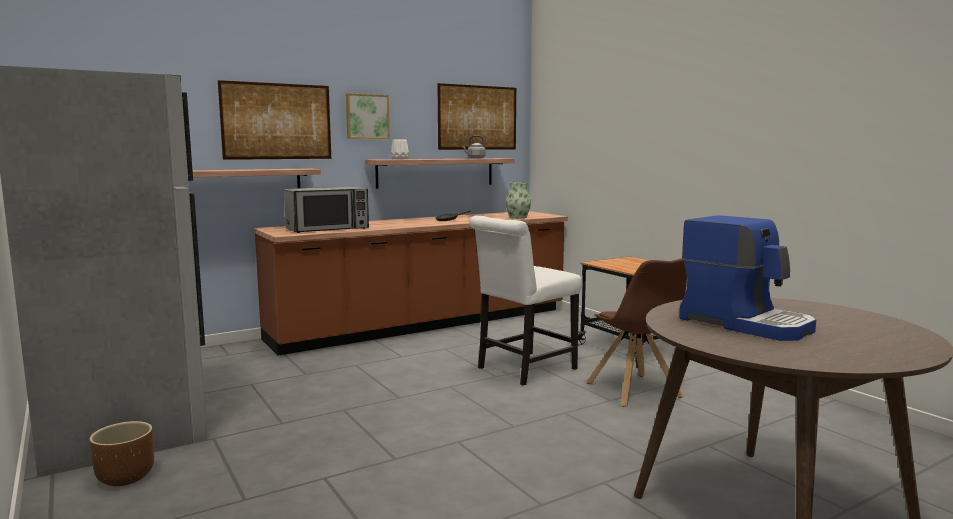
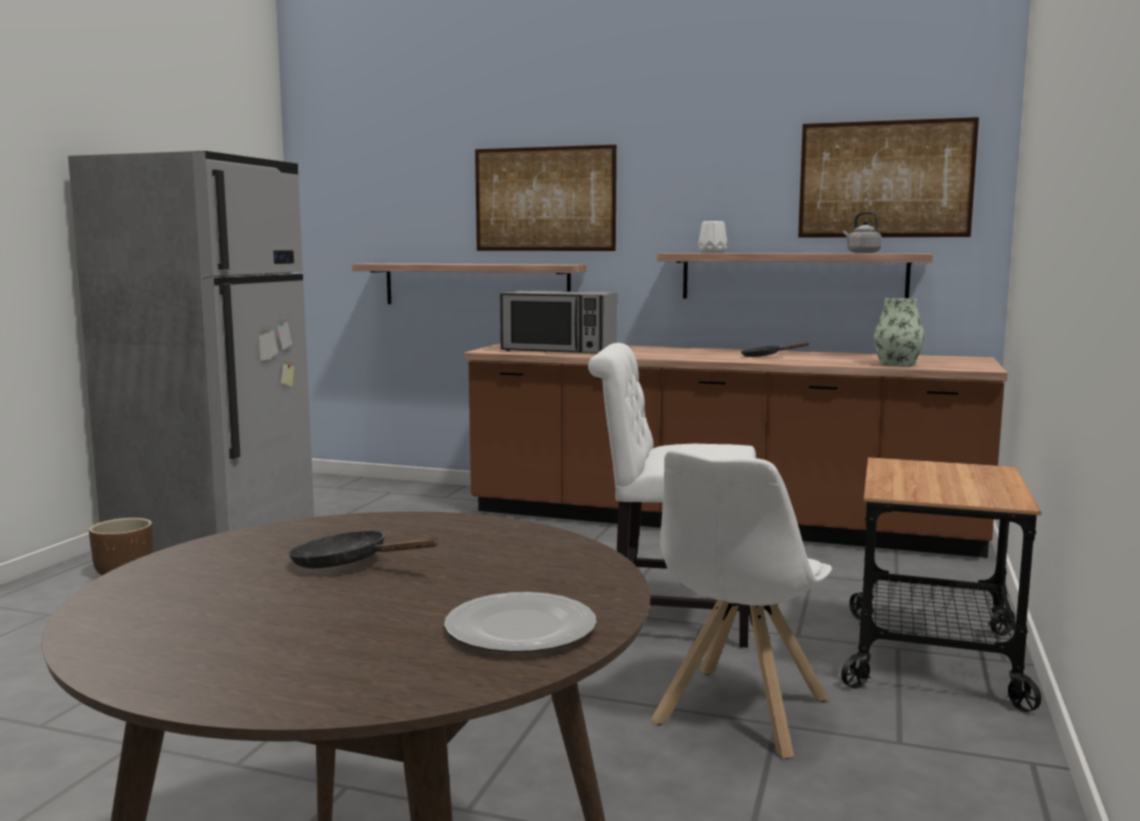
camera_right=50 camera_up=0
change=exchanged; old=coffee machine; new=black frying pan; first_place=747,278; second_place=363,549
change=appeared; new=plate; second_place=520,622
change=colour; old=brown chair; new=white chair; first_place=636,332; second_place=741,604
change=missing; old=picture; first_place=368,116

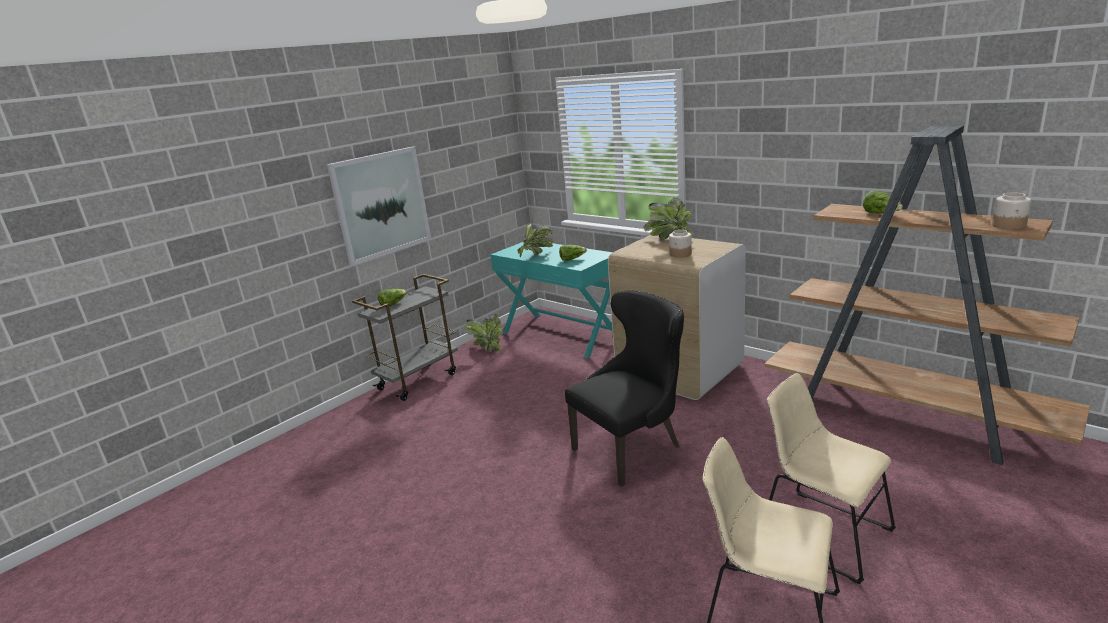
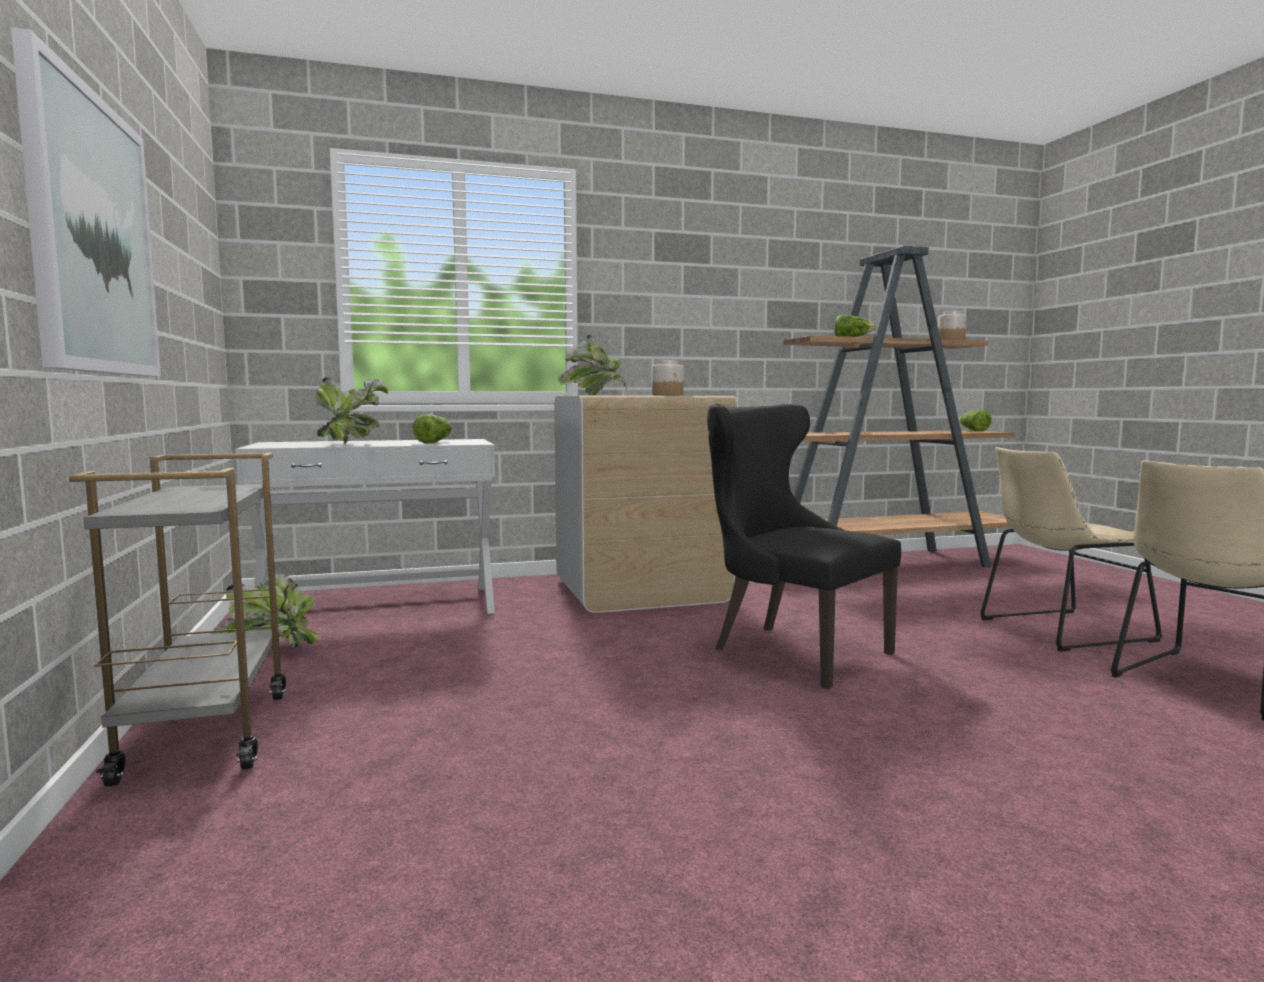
camera_right=-60 camera_up=-15
change=colour; old=turquoise console table; new=white console table; first_place=551,300; second_place=365,528
change=spun; old=black chair; first_place=624,389; second_place=804,546; degrees=-45
change=relocated; old=lettuce; first_place=392,298; second_place=975,420

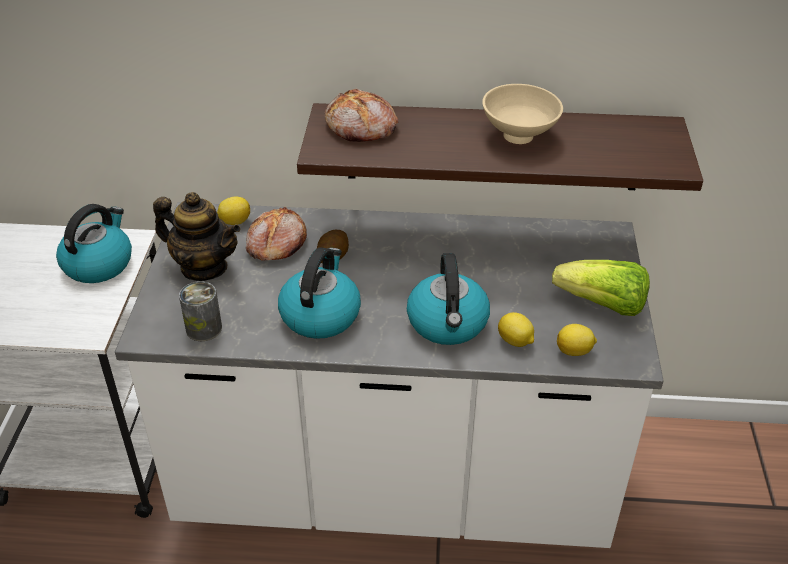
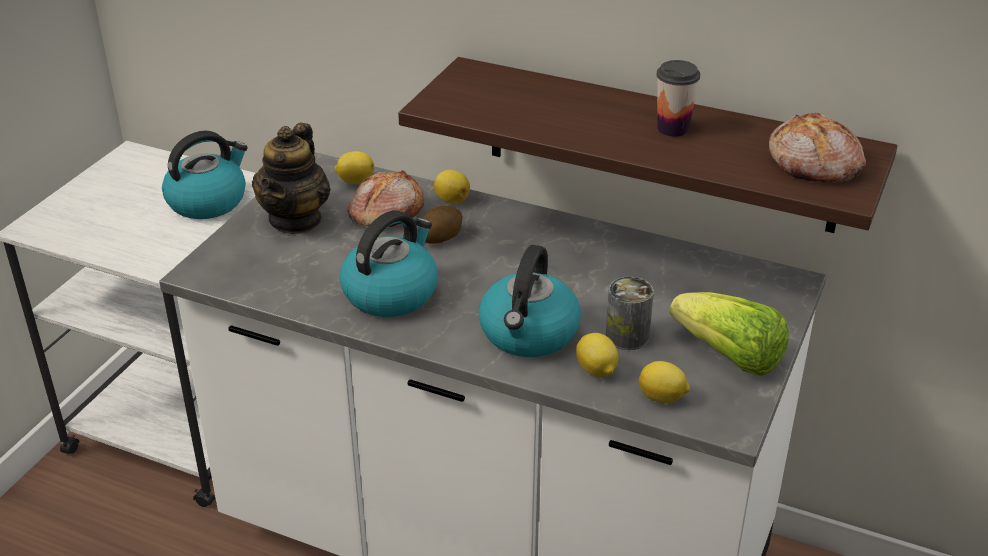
camera_right=20 camera_up=-5
change=spun; old=teapot; first_place=196,236; second_place=291,178; degrees=60
change=appeared; new=lemon; second_place=452,187
change=relocated; old=can; first_place=200,311; second_place=630,313
change=exchanged; old=beige bowl; new=cup; first_place=522,114; second_place=678,98
change=relocated; old=bread; first_place=361,115; second_place=817,147

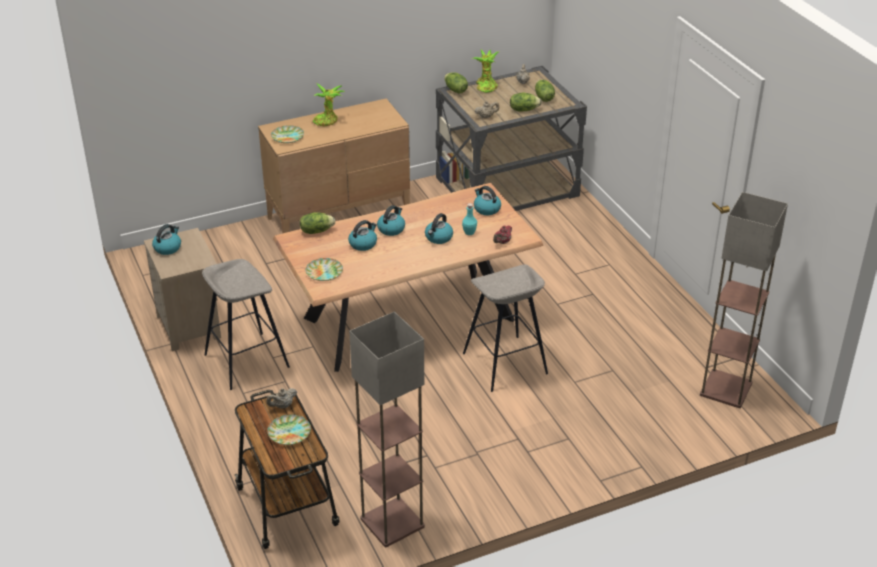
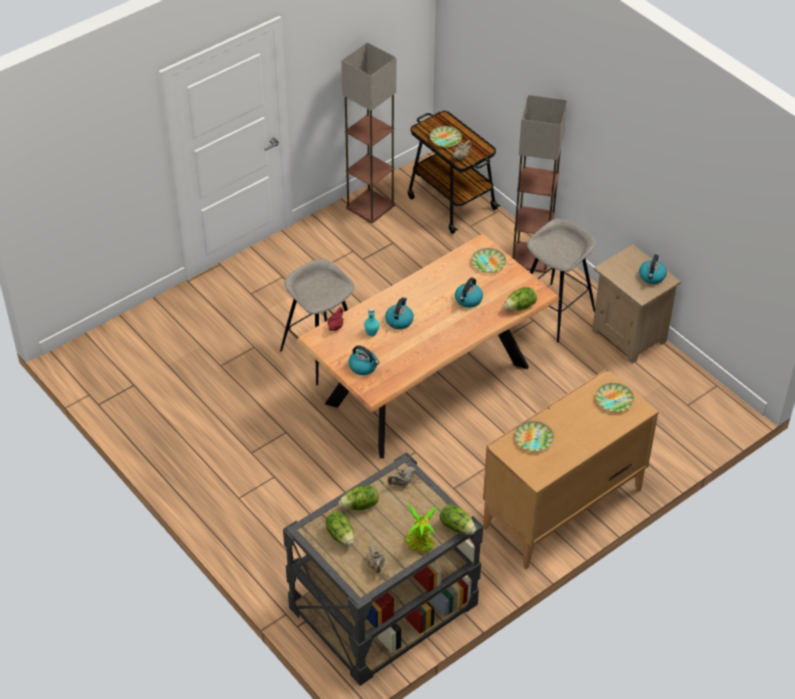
camera_right=165 camera_up=10
change=relocated; old=floor lamp; first_place=744,300; second_place=540,184
change=appeared; new=plate; second_place=534,436
change=missing; old=potted plant; first_place=329,104
change=missing; old=kettle; first_place=391,220

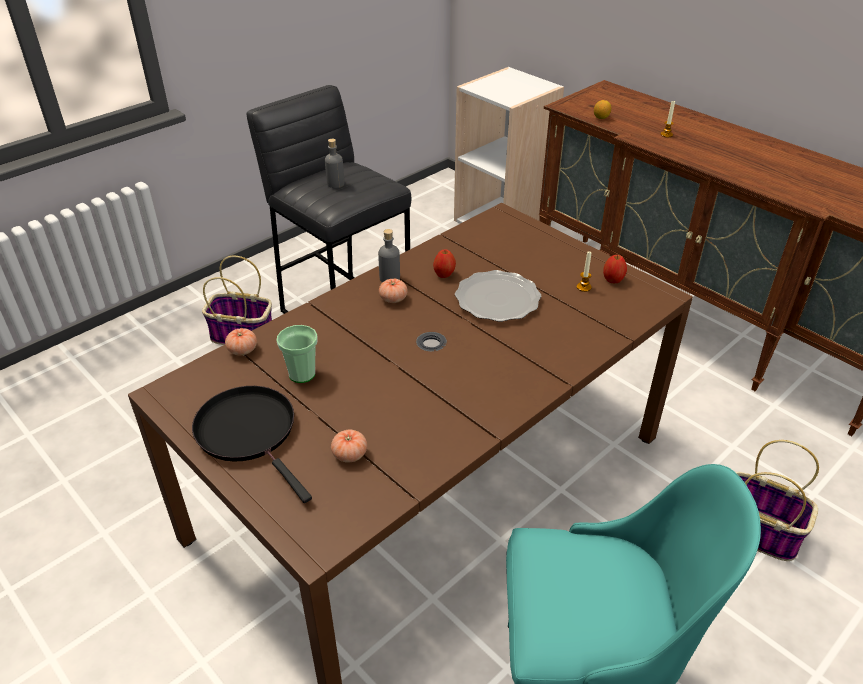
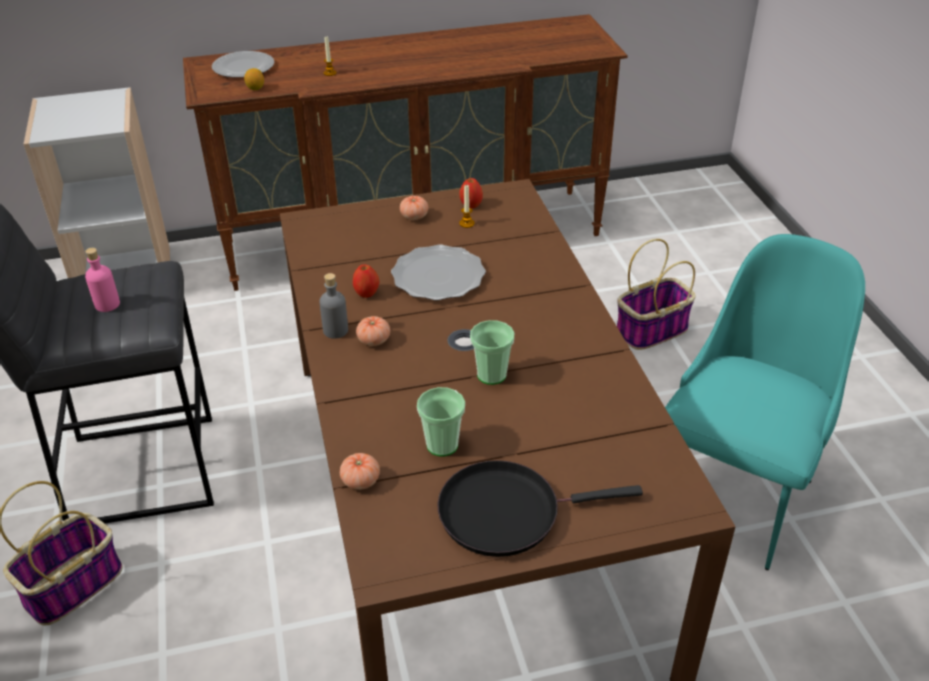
camera_right=-60 camera_up=0
change=colour; old=grey bottle; new=pink bottle; first_place=335,163; second_place=102,280
change=appeared; new=plate; second_place=243,64
change=relocated; old=tomato; first_place=349,446; second_place=414,208
change=appeared; new=cup; second_place=492,352

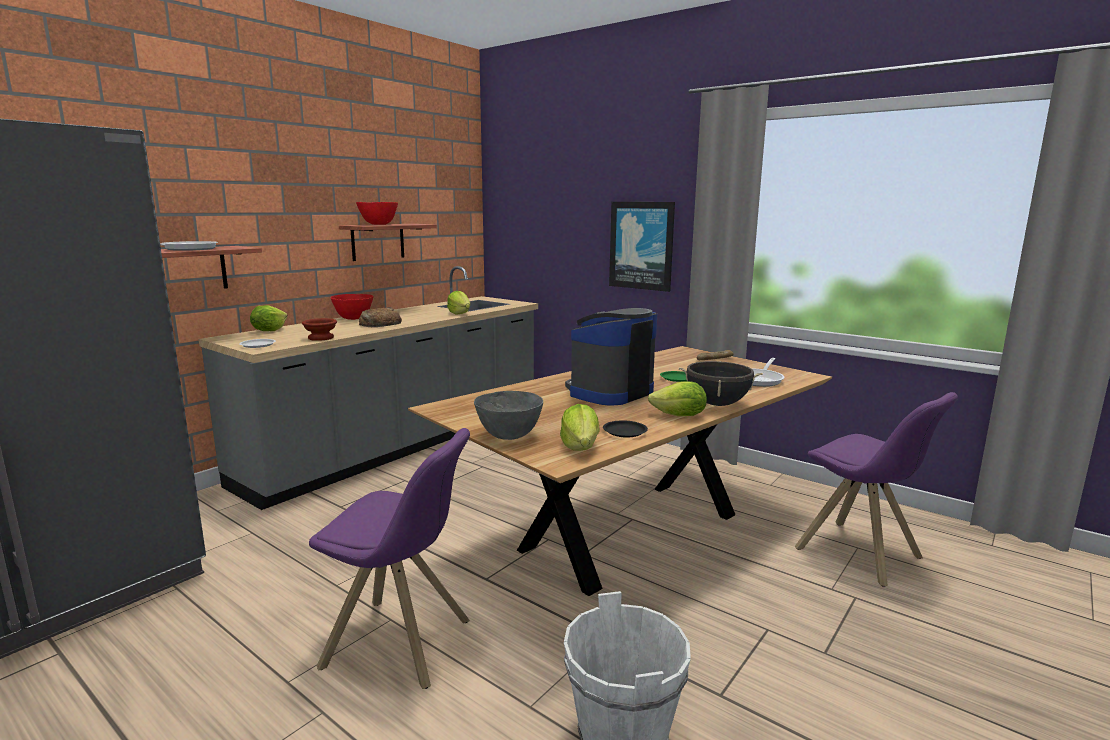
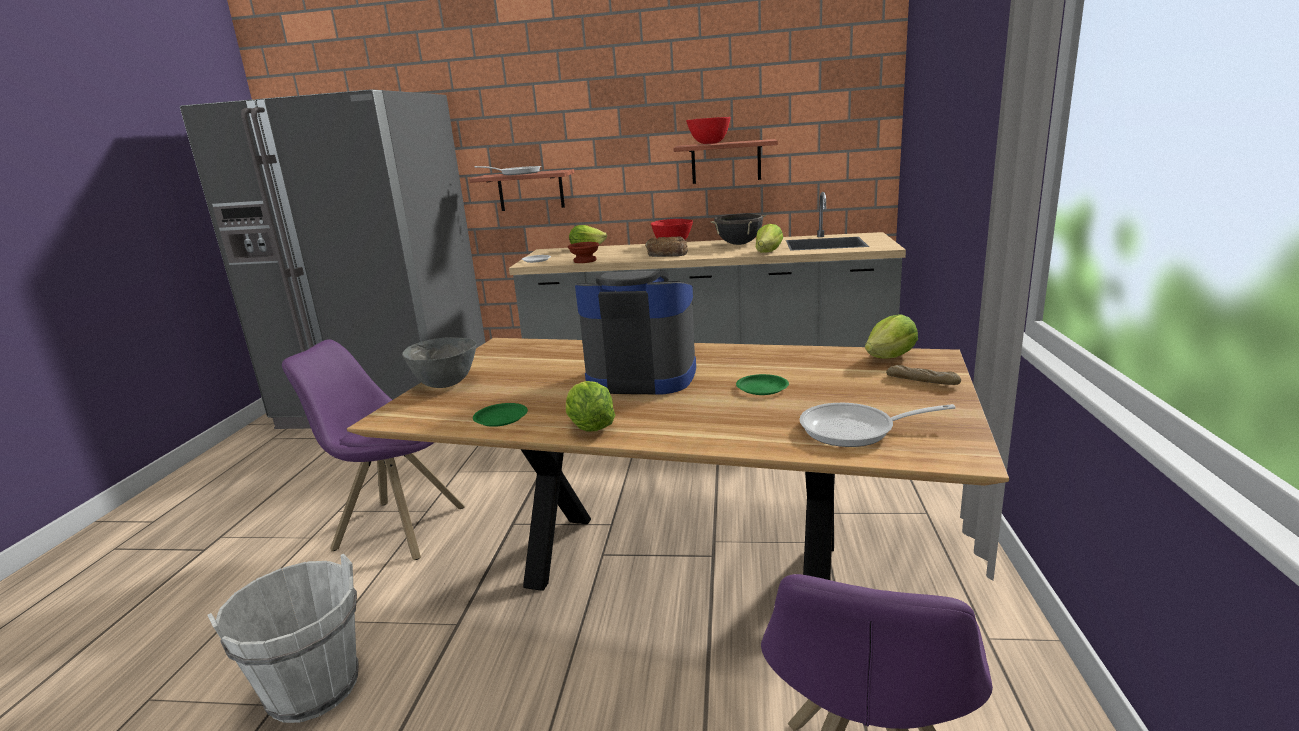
camera_right=60 camera_up=5
change=spun; old=purple chair; first_place=389,558; second_place=373,449; degrees=120
change=colour; old=black plate; new=green plate; first_place=625,428; second_place=500,415
change=relocated; old=black cooking pot; first_place=721,383; second_place=738,229
change=relocated; old=lettuce; first_place=580,427; second_place=891,336
change=missing; old=picture; first_place=642,247

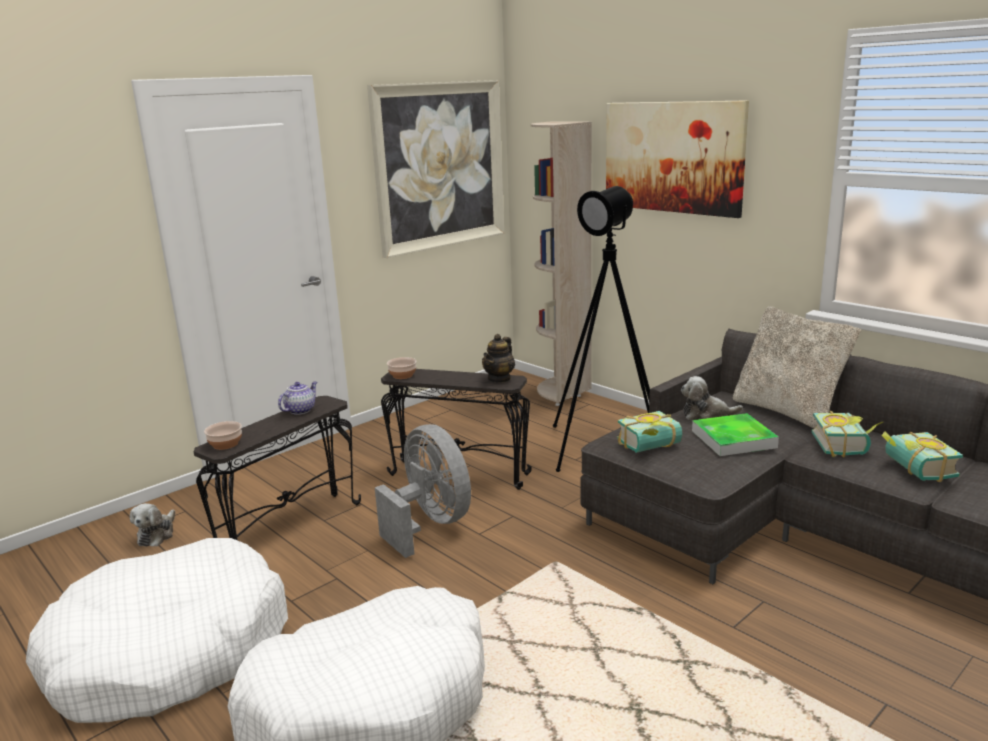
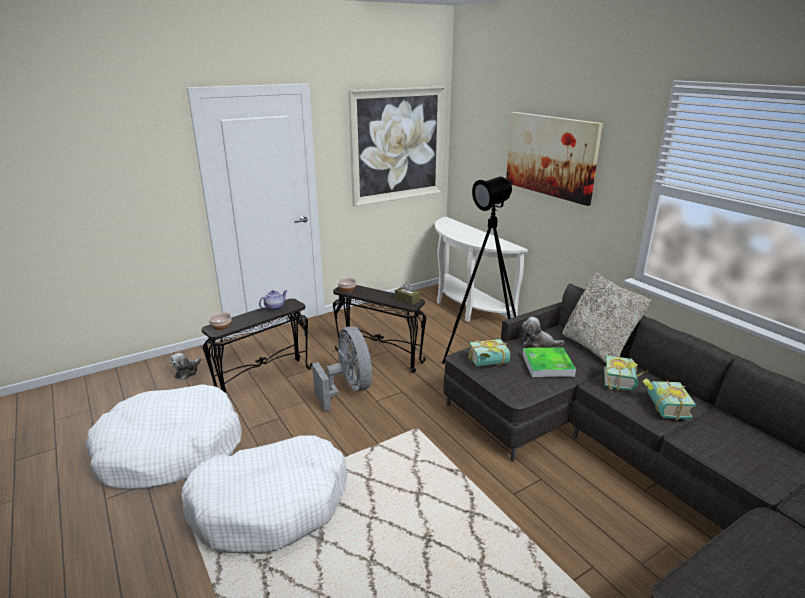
camera_right=10 camera_up=5
change=exchanged; old=teapot; new=brown tissue box; first_place=498,358; second_place=407,293
change=exchanged; old=beige bookcase; new=white console table; first_place=561,263; second_place=481,269

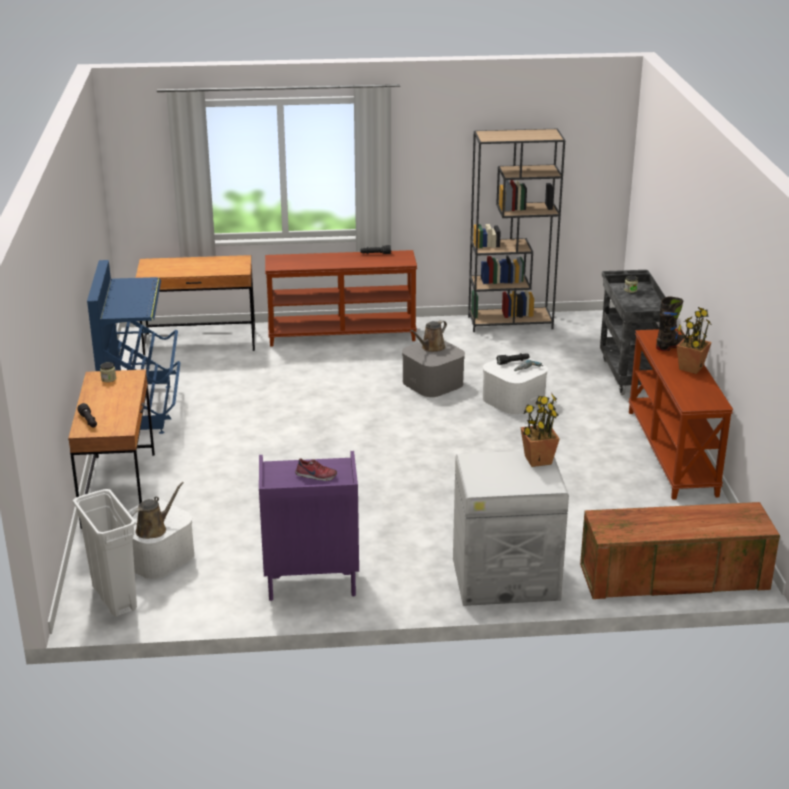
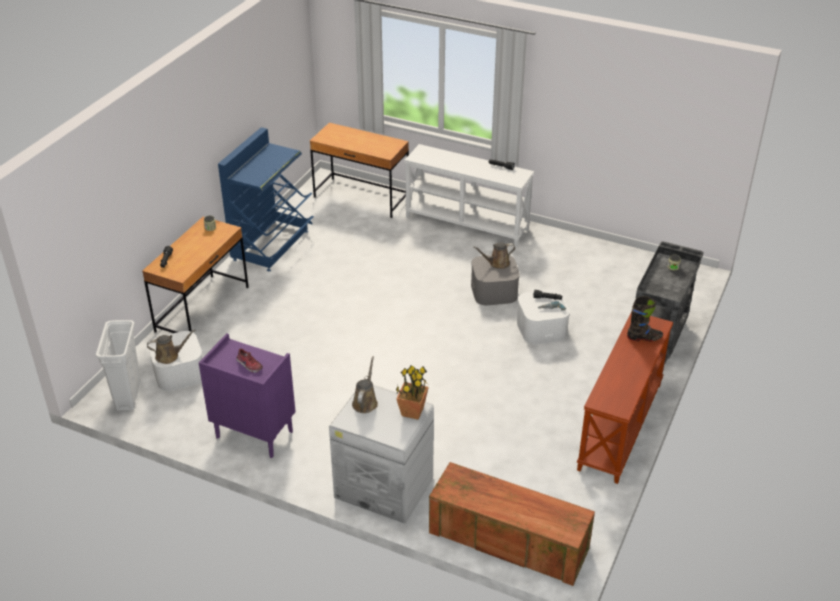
camera_right=30 camera_up=10
change=appeared; new=brown watering can; second_place=365,384
change=colour; old=brown console table; new=white console table; first_place=341,298; second_place=469,195
change=missing; old=bookcase; first_place=516,230
change=missing; old=potted plant; first_place=694,340

